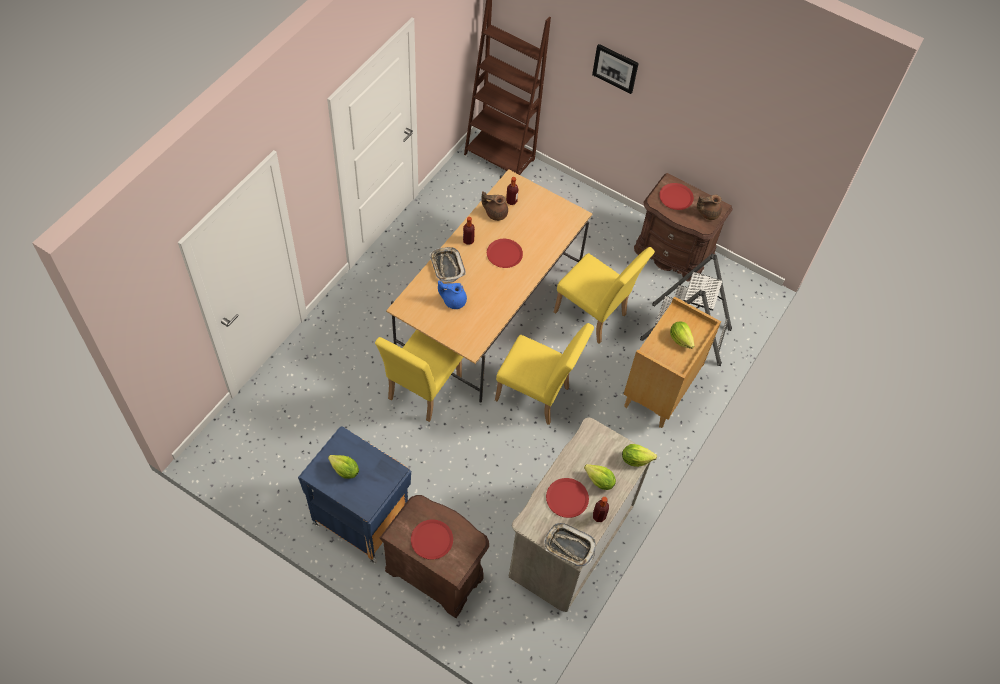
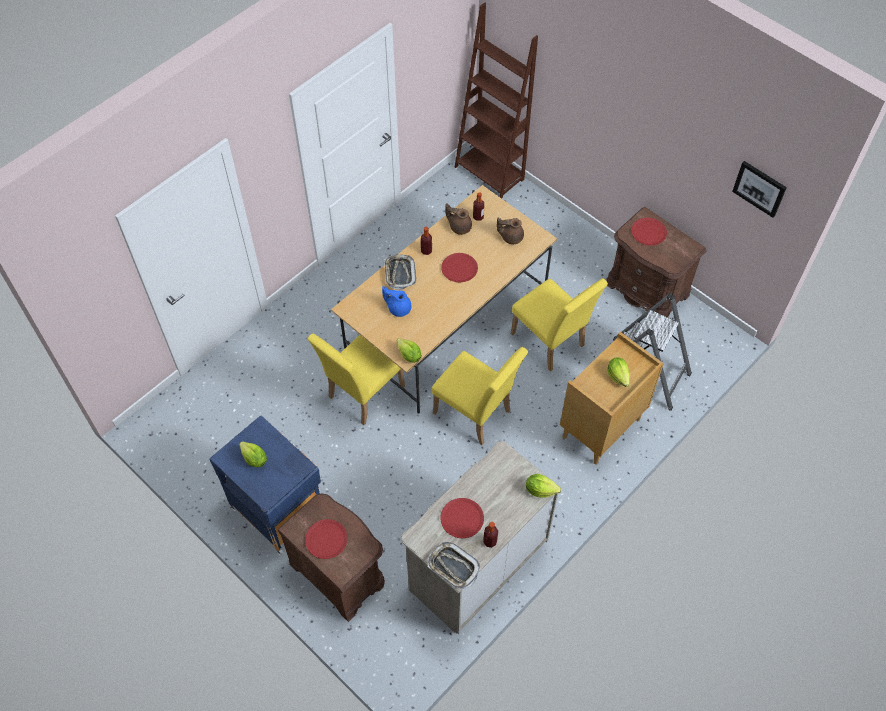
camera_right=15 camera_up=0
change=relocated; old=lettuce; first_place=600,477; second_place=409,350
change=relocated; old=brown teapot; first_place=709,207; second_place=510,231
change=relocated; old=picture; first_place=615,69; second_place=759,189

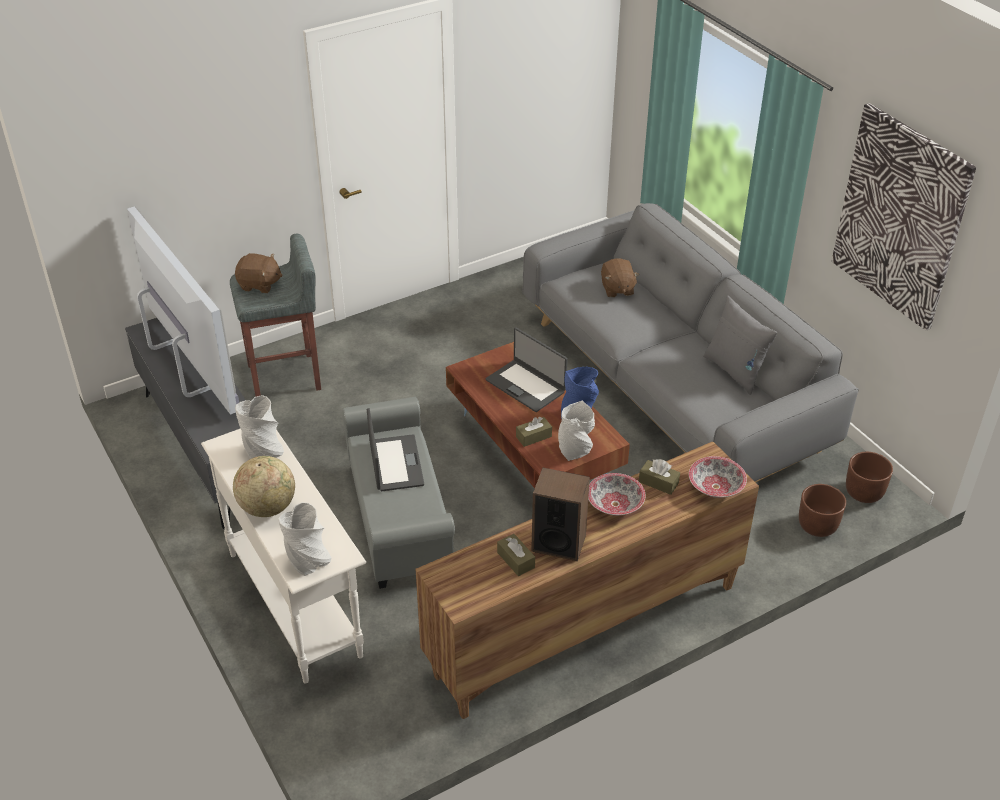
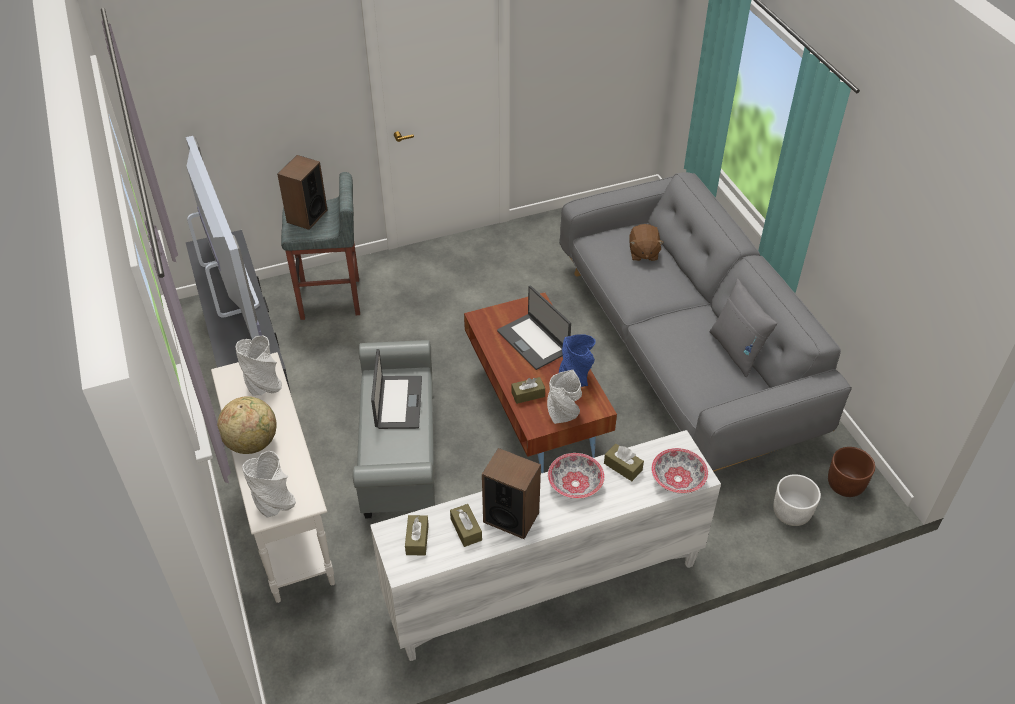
camera_right=10 camera_up=5
change=exchanged; old=brown plush toy; new=speaker; first_place=259,273; second_place=302,192
change=colour; old=brown dresser; new=white dresser; first_place=587,580; second_place=545,545
change=appeared; new=brown tissue box; second_place=417,535
change=colour; old=brown planter; new=white planter; first_place=822,510; second_place=797,500
change=missing; old=picture; first_place=904,217

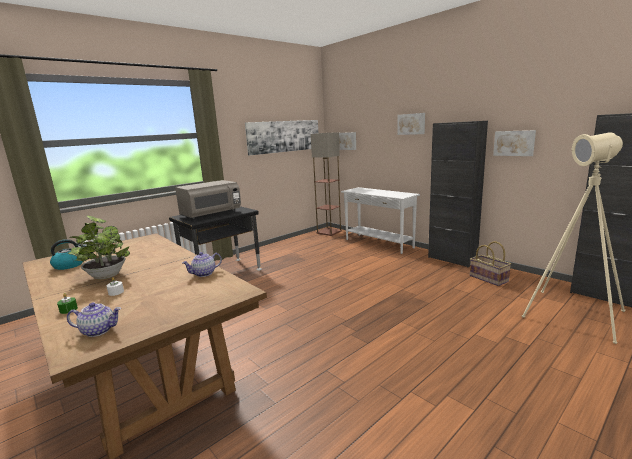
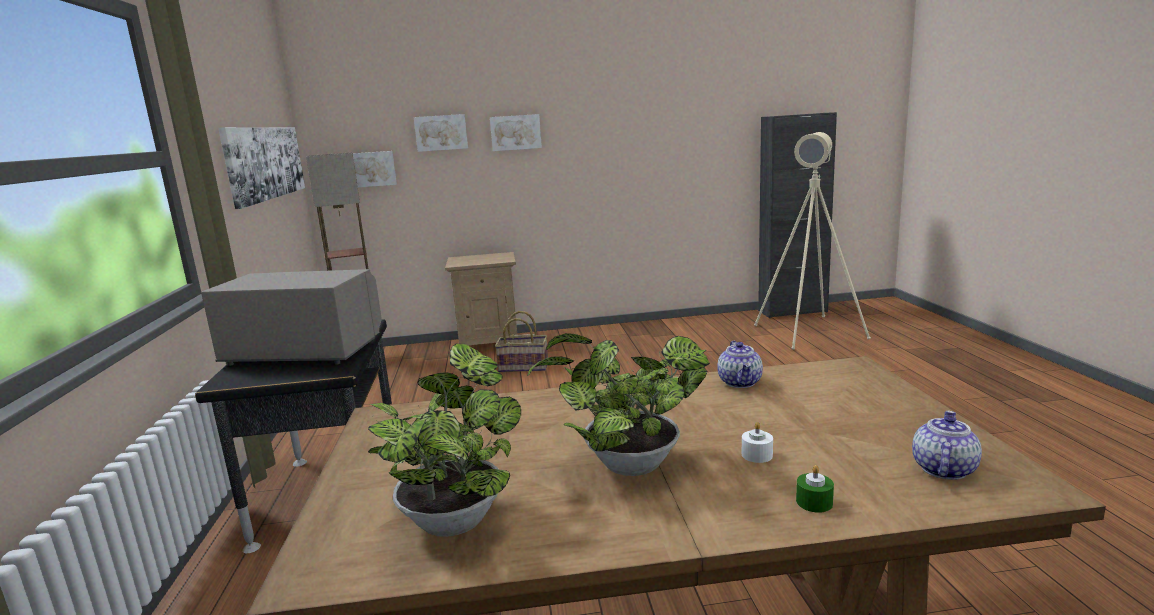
camera_right=-55 camera_up=0
change=spun; old=grey microwave; first_place=208,199; second_place=291,317; degrees=-75
change=exchanged; old=kettle; new=potted plant; first_place=68,254; second_place=444,440
change=relocated; old=picture; first_place=514,143; second_place=441,133
change=exchanged; old=white console table; new=beige nightstand; first_place=380,220; second_place=481,298
change=relocated; old=basket; first_place=490,263; second_place=521,341
change=missing; old=black cabinet; first_place=458,194

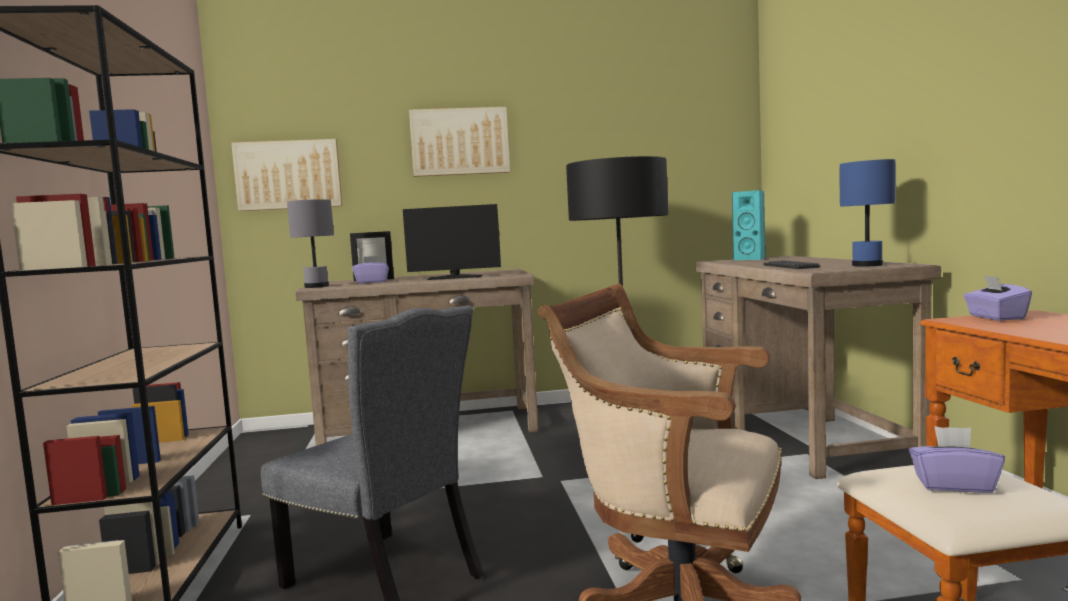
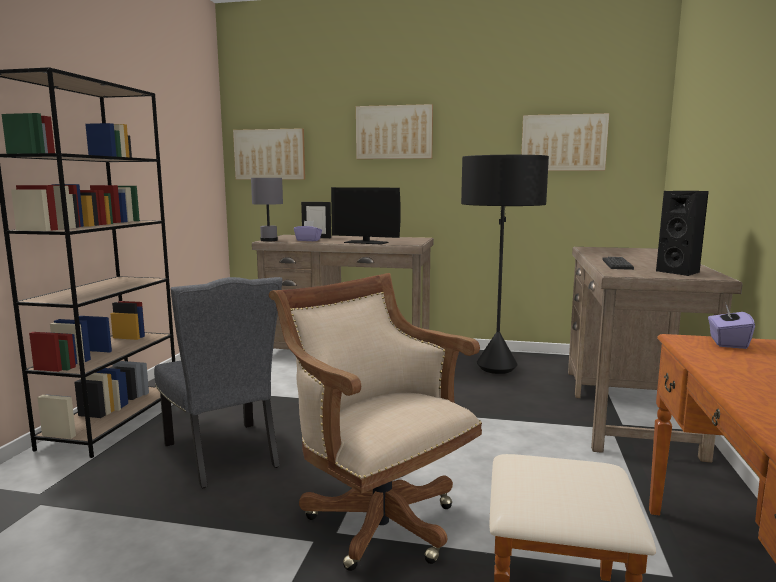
camera_right=20 camera_up=5
change=appeared; new=picture; second_place=565,142
change=exchanged; old=blue table lamp; new=black speaker; first_place=868,213; second_place=682,233
change=missing; old=turquoise speaker; first_place=748,225
change=missing; old=purple tissue box; first_place=957,459

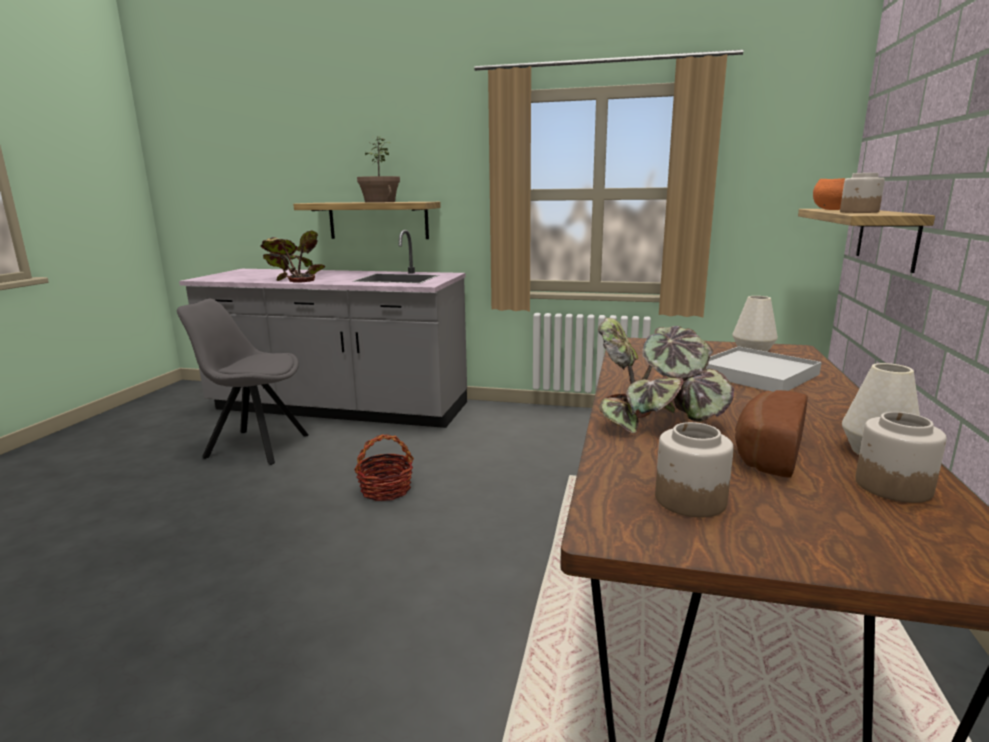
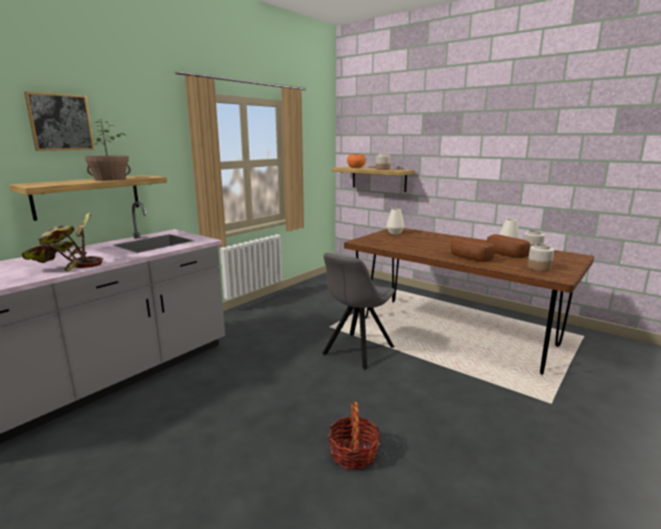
camera_right=-65 camera_up=0
change=appeared; new=picture; second_place=59,121
change=relocated; old=grey chair; first_place=242,382; second_place=359,311
change=relocated; old=basket; first_place=384,467; second_place=354,436
change=exchanged; old=potted plant; new=bread; first_place=666,376; second_place=473,249
change=missing; old=white tray; first_place=763,369

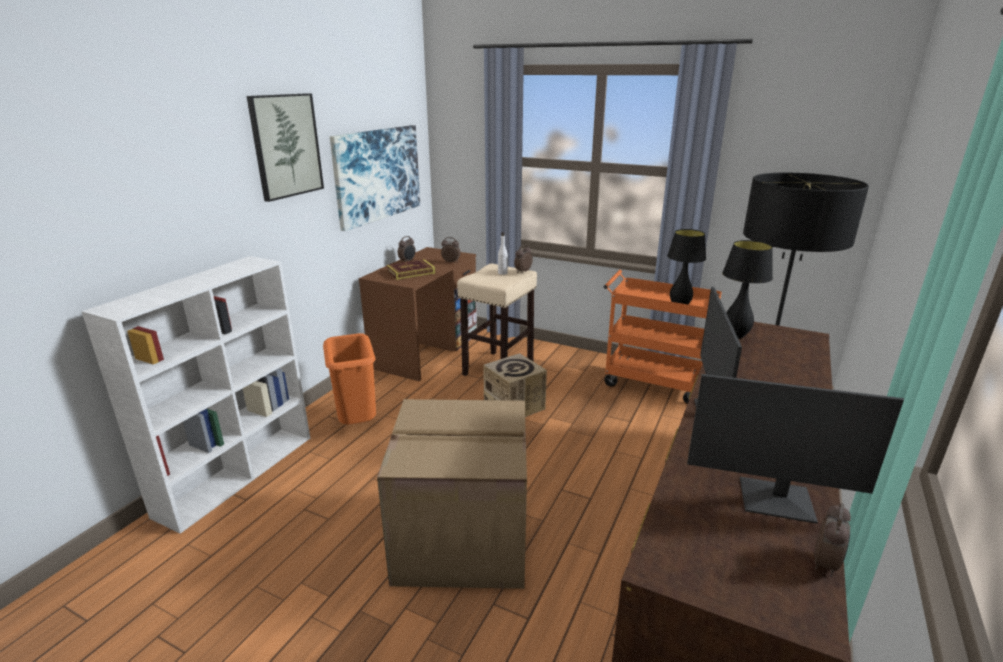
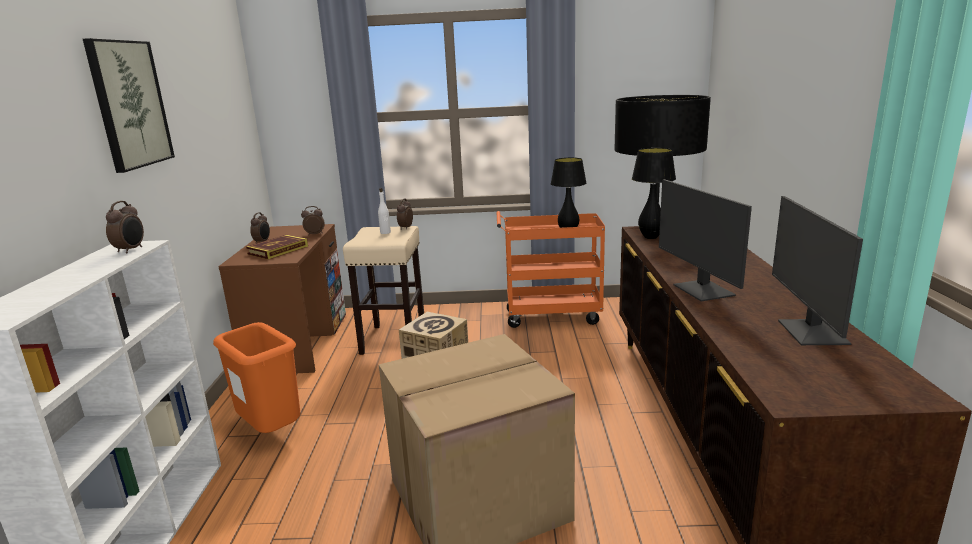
camera_right=-25 camera_up=-5
change=relocated; old=alarm clock; first_place=832,540; second_place=125,227
change=spun; old=monitor; first_place=795,449; second_place=817,270; degrees=105
change=missing; old=picture; first_place=375,178

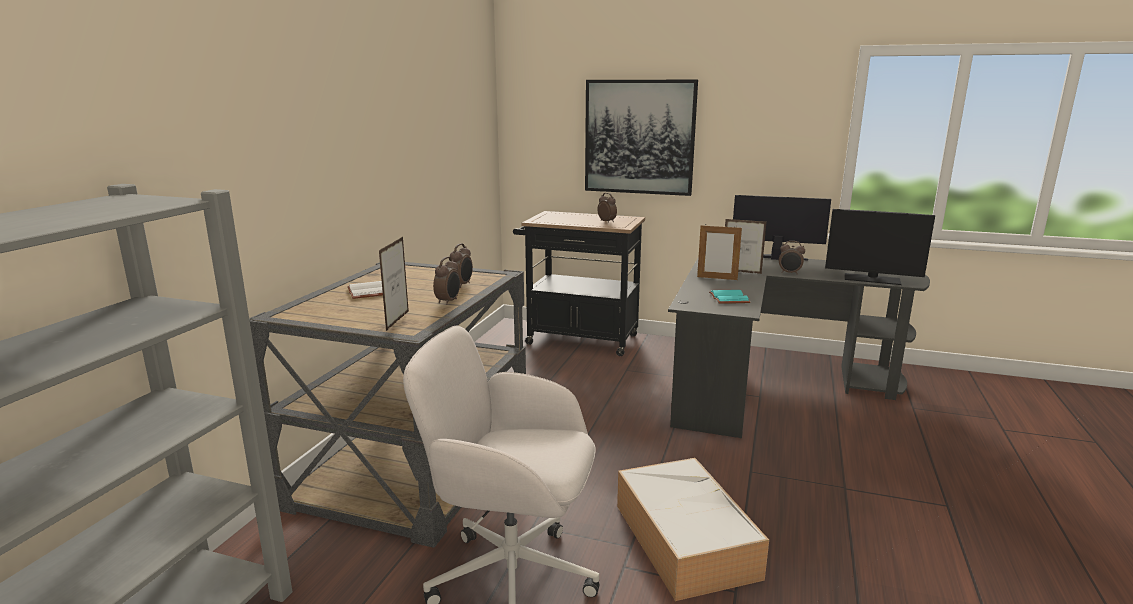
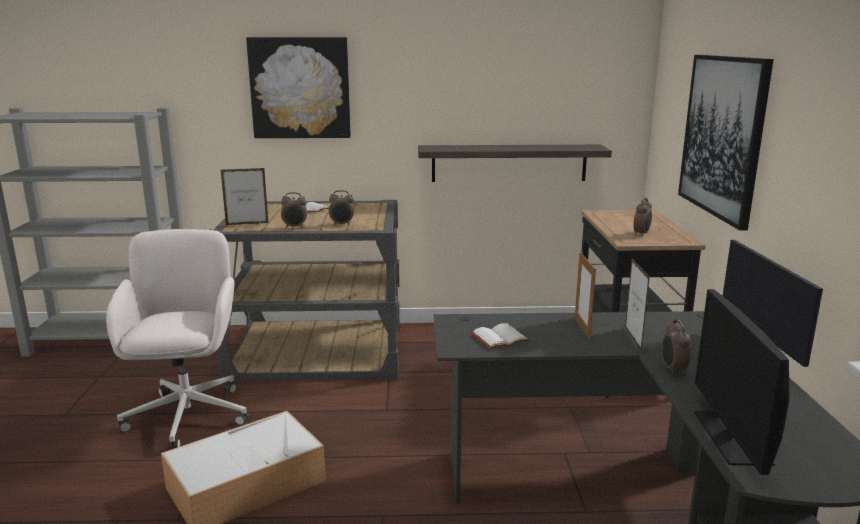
camera_right=70 camera_up=0
change=appeared; new=picture; second_place=298,87
change=appeared; new=shelf; second_place=515,163
change=colour; old=turquoise book; new=white book; first_place=729,297; second_place=500,336

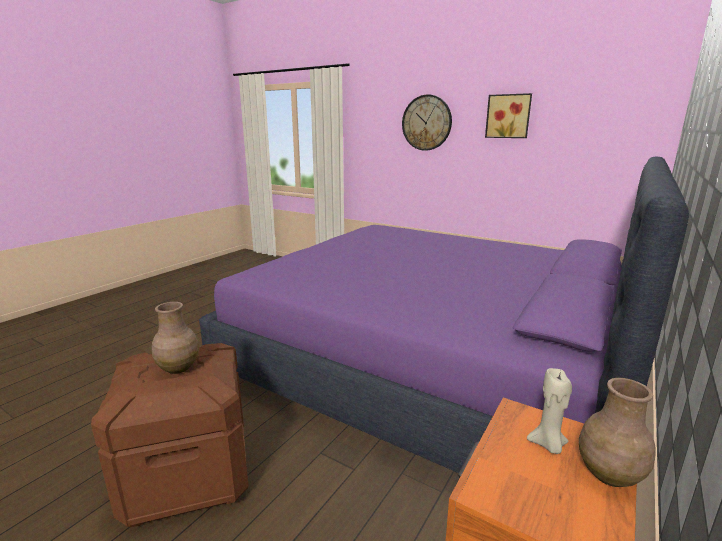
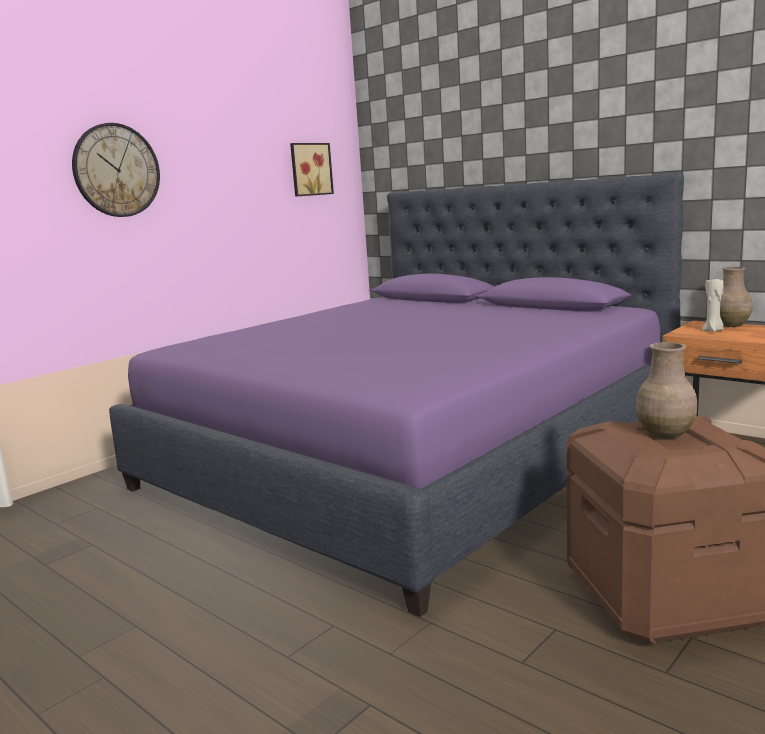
camera_right=-80 camera_up=-5
change=relocated; old=picture; first_place=508,115; second_place=312,170

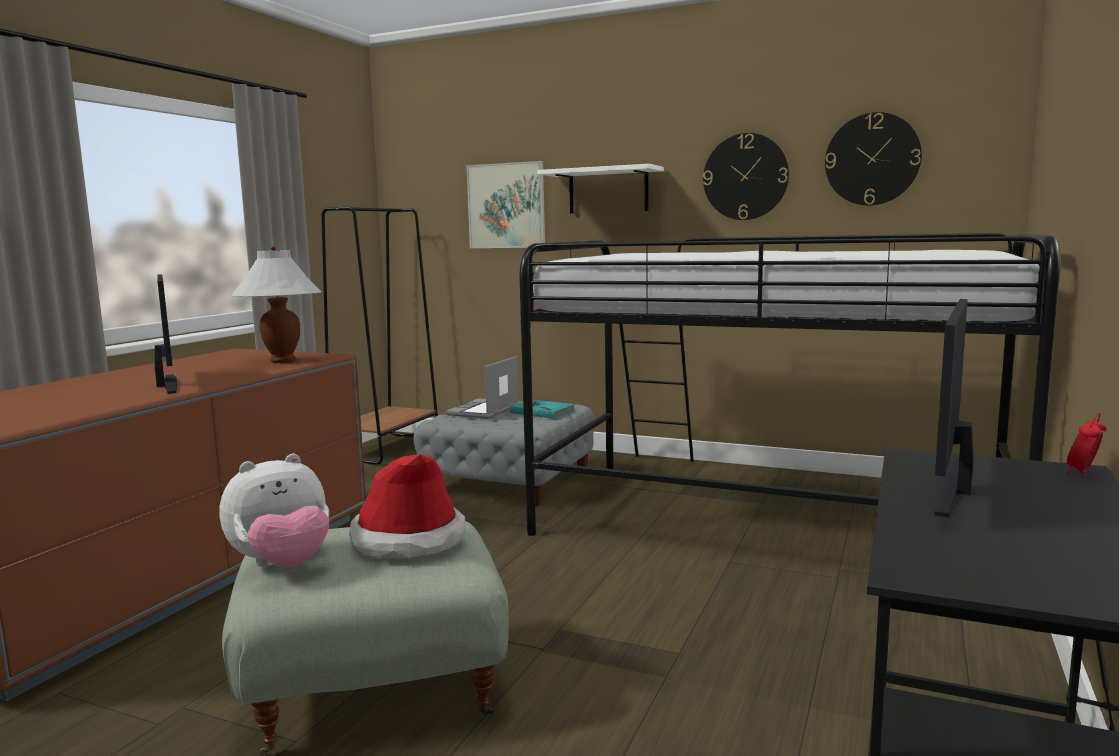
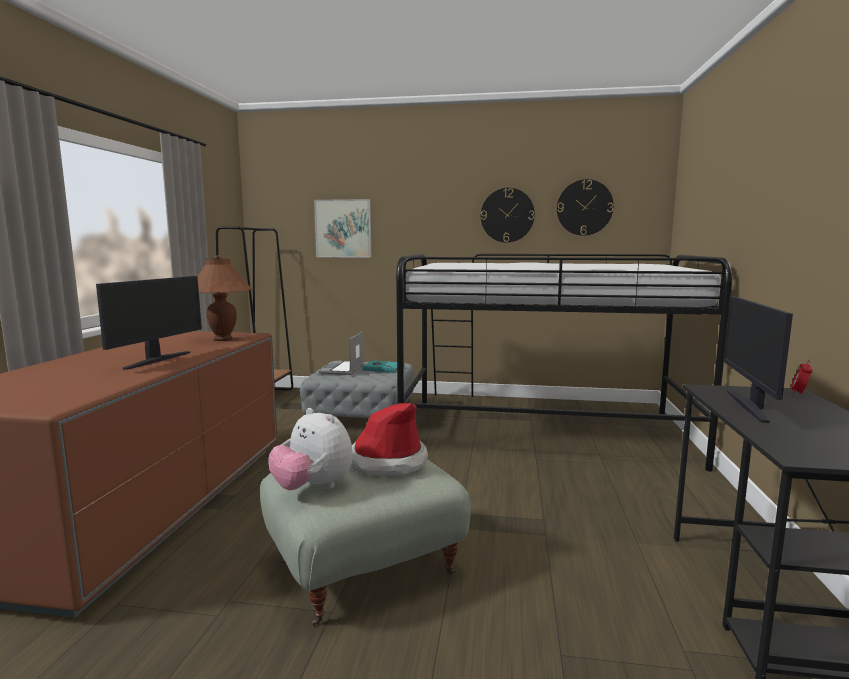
camera_right=-15 camera_up=0
change=spun; old=monitor; first_place=166,334; second_place=149,323; degrees=60
change=colour; old=white table lamp; new=brown table lamp; first_place=276,304; second_place=225,298
change=spun; old=plush toy; first_place=274,511; second_place=310,449; degrees=90
change=missing; old=white shelf; first_place=600,188

